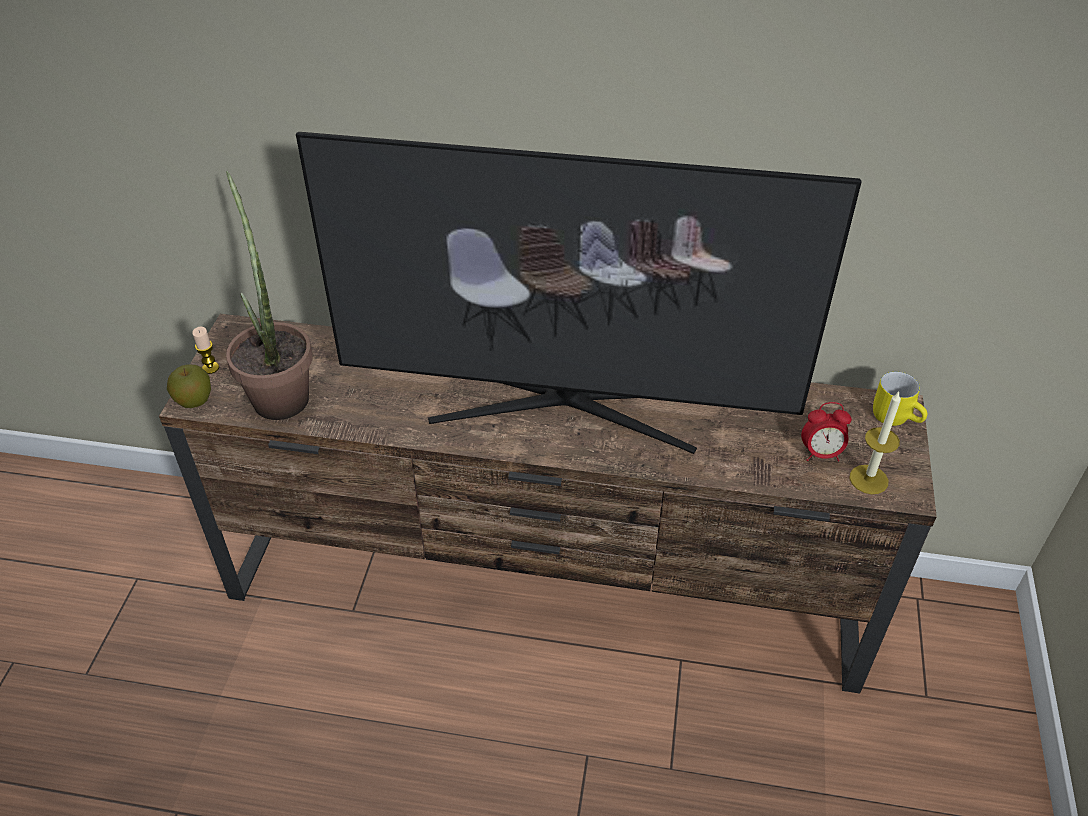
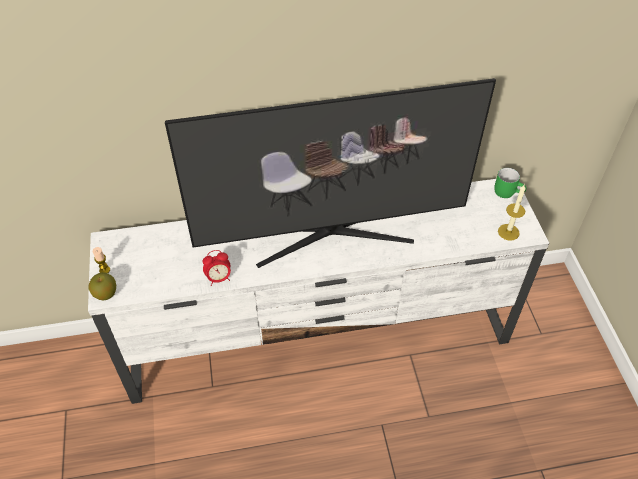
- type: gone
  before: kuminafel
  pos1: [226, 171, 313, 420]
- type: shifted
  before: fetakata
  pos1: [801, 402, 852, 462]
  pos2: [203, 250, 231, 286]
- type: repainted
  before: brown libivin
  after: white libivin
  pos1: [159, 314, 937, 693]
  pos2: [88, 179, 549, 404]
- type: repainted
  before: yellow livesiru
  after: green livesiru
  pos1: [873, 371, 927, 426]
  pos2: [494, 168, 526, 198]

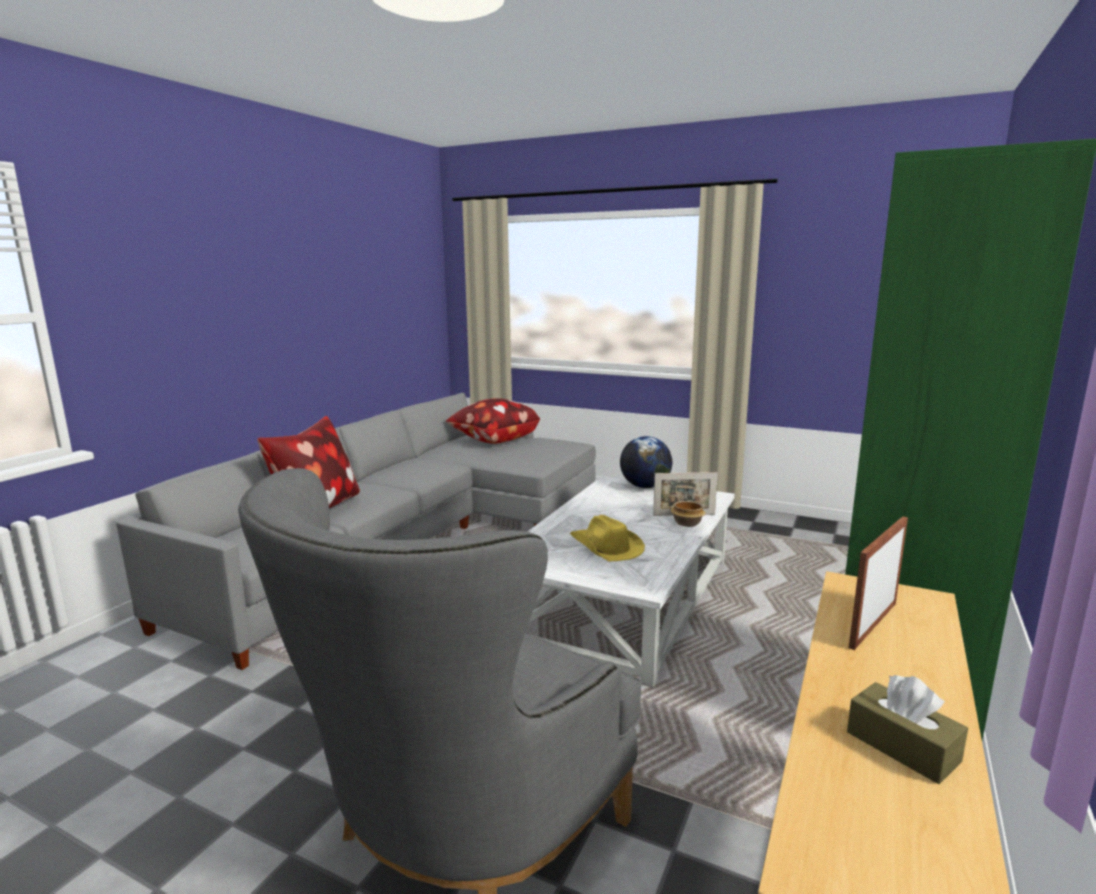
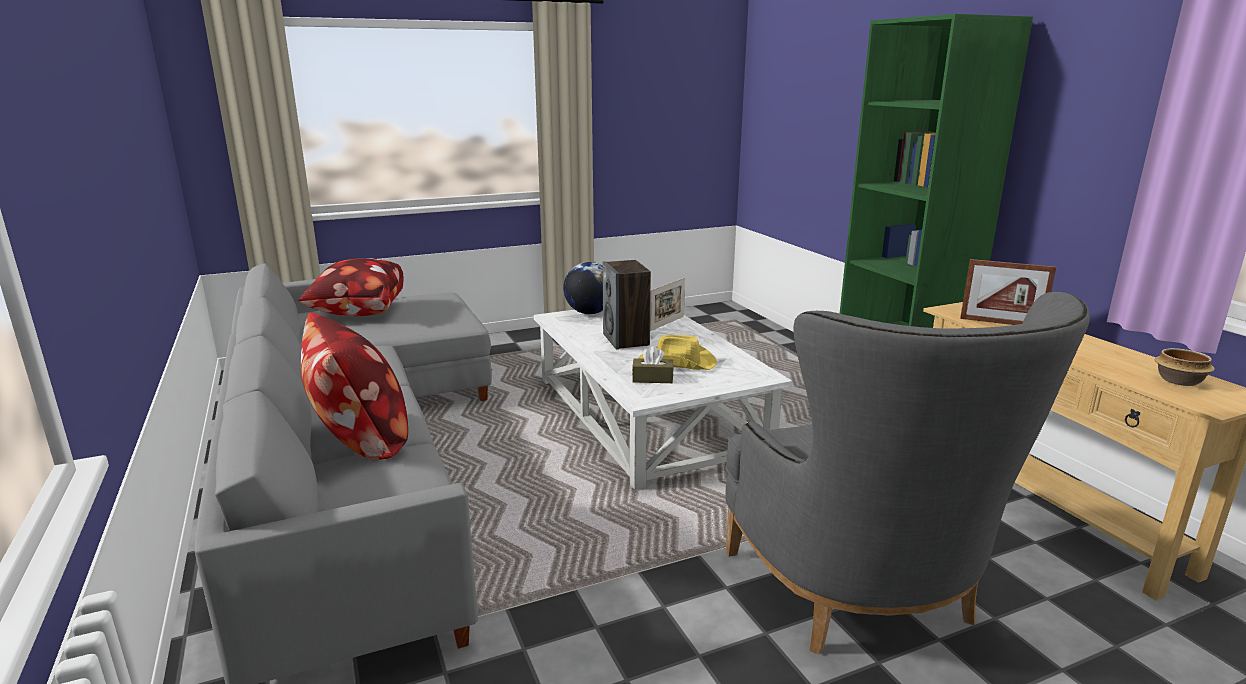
- type: new
  after: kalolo
  pos2: [602, 260, 651, 350]
- type: shifted
  before: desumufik
  pos1: [671, 501, 705, 527]
  pos2: [1154, 348, 1215, 386]
- type: shifted
  before: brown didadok
  pos1: [847, 675, 968, 784]
  pos2: [632, 346, 674, 383]
- type: rotated
  before: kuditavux
  pos1: [849, 516, 908, 650]
  pos2: [960, 259, 1056, 325]
  turn: -60

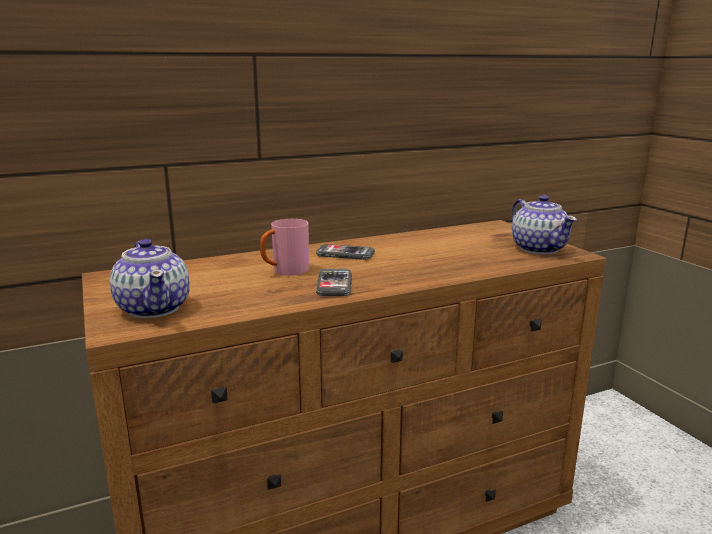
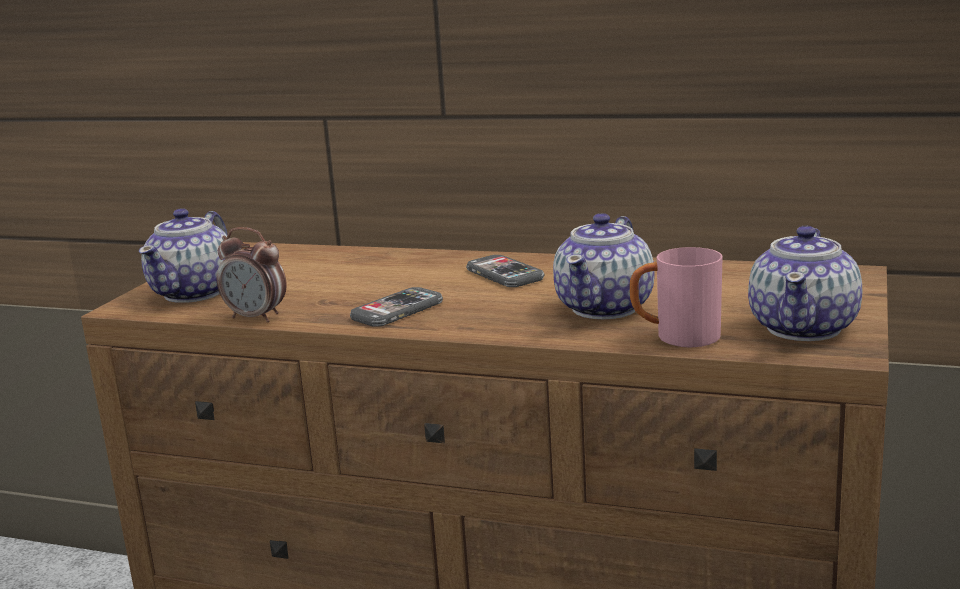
- type: new
  after: fetakata
  pos2: [217, 227, 287, 323]
- type: new
  after: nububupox
  pos2: [553, 213, 655, 319]
- type: shifted
  before: pink livesiru
  pos1: [260, 219, 309, 276]
  pos2: [630, 247, 722, 347]

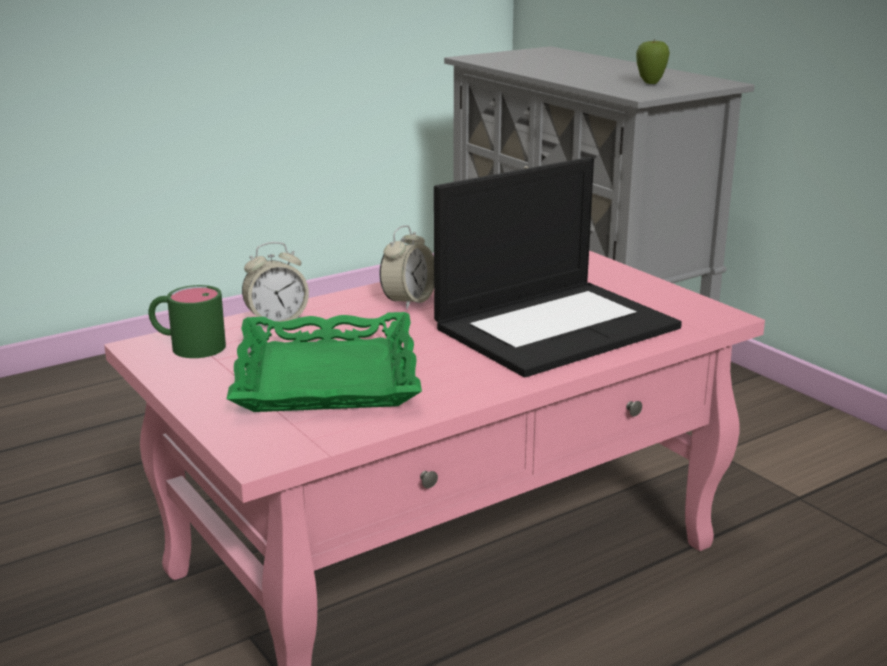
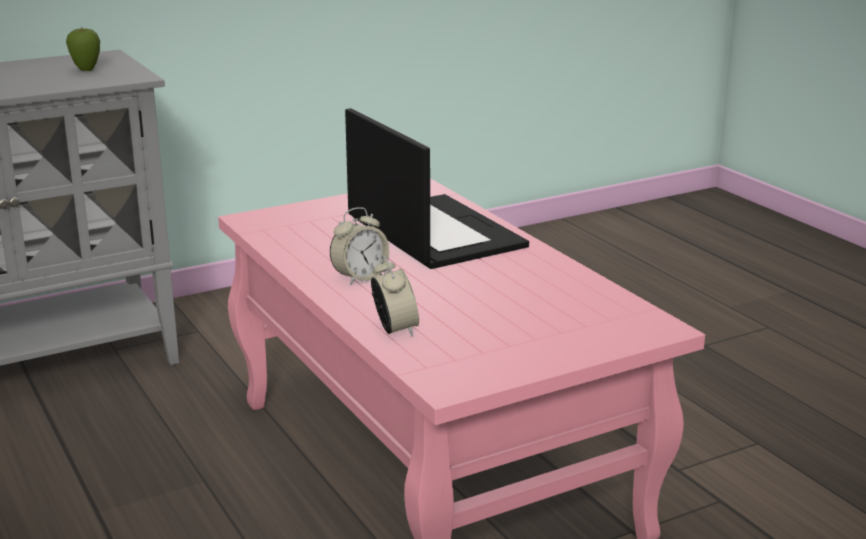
- type: gone
  before: green livesiru
  pos1: [149, 285, 226, 358]
- type: gone
  before: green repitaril
  pos1: [227, 312, 422, 412]
- type: rotated
  before: fetakata
  pos1: [380, 225, 434, 310]
  pos2: [330, 207, 389, 285]
  turn: 105

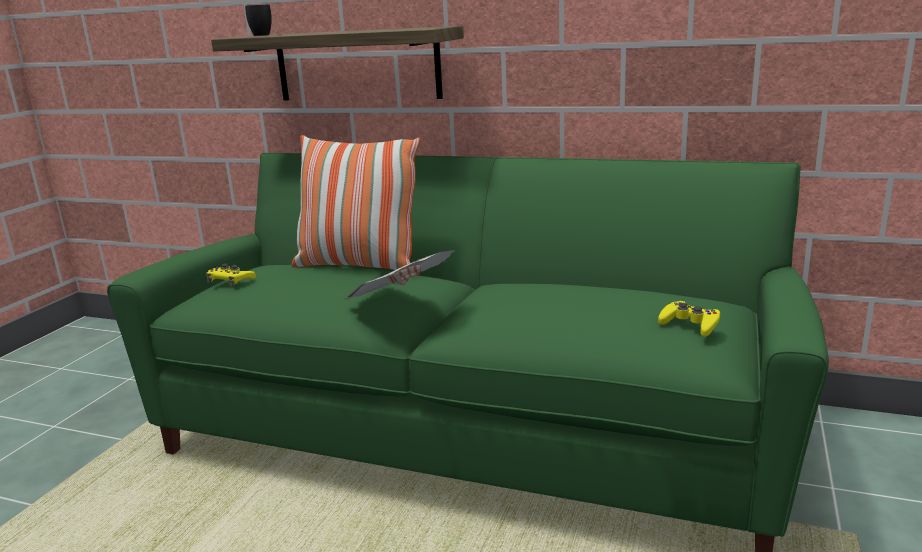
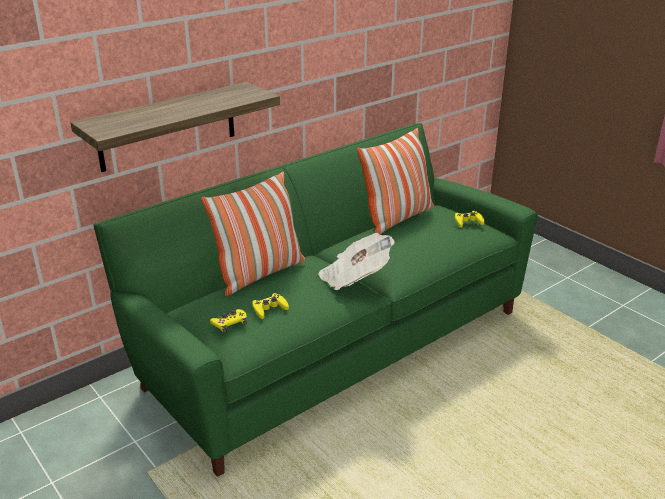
- type: gone
  before: livesiru
  pos1: [245, 4, 272, 36]
- type: new
  after: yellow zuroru
  pos2: [252, 293, 289, 319]
- type: new
  after: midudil
  pos2: [357, 128, 434, 234]

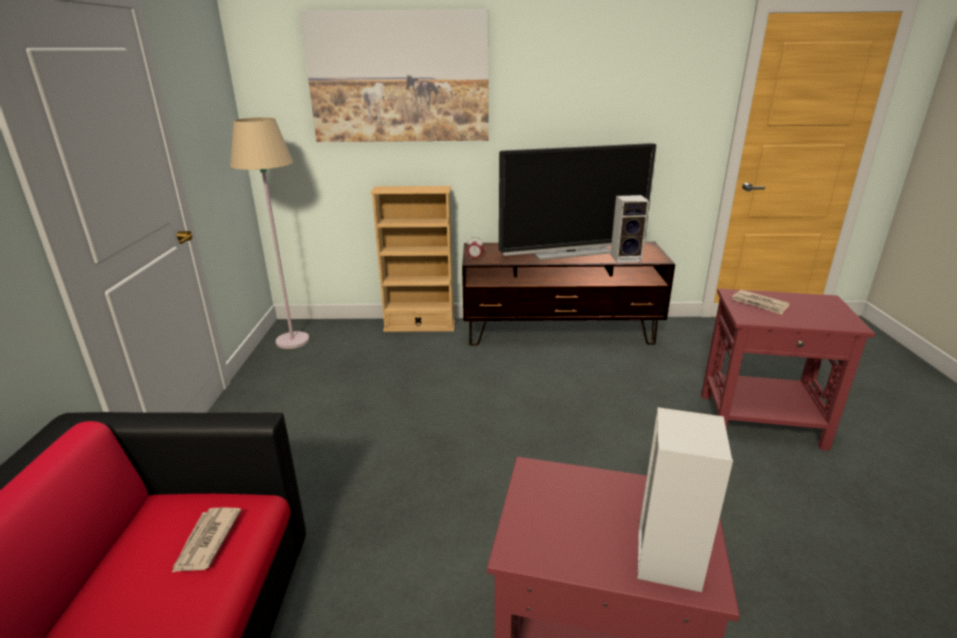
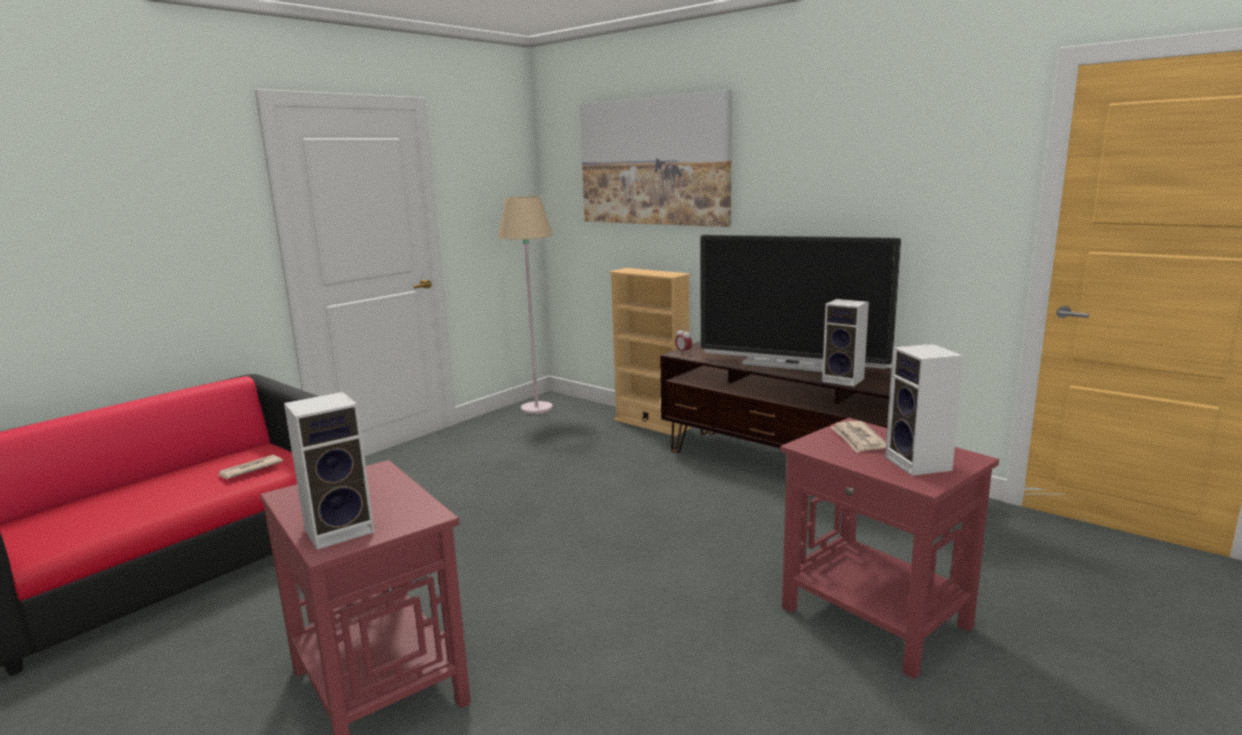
- type: new
  after: kalolo
  pos2: [885, 344, 964, 476]

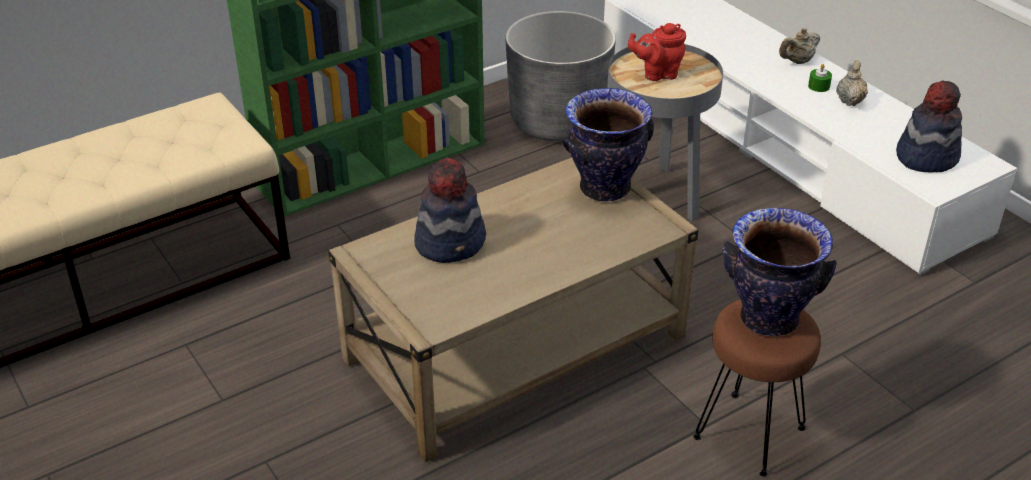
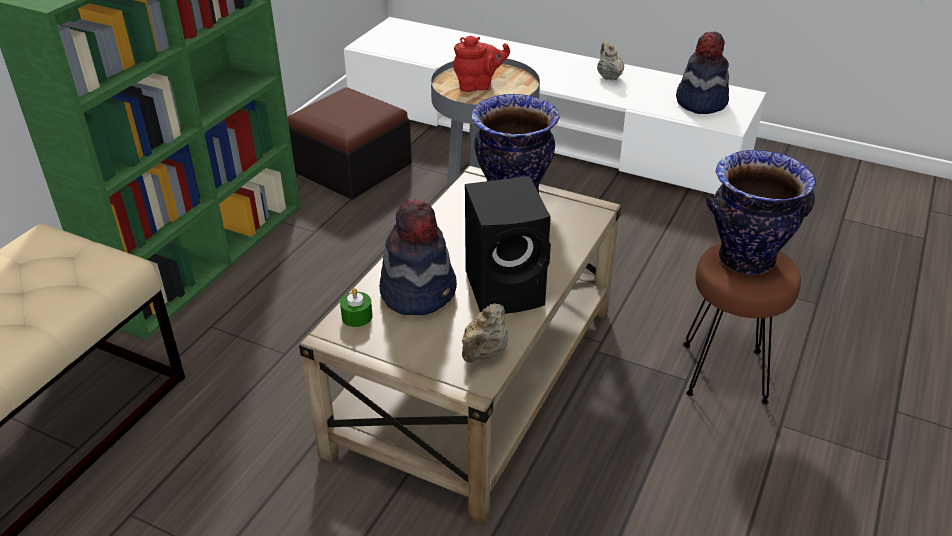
- type: new
  after: black kalolo
  pos2: [465, 176, 551, 314]
- type: shifted
  before: beige nububupox
  pos1: [779, 28, 820, 64]
  pos2: [462, 303, 508, 363]
- type: shifted
  before: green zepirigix
  pos1: [808, 64, 832, 92]
  pos2: [340, 288, 373, 327]
- type: swapped
  before: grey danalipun
  after: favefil
  pos1: [505, 11, 616, 142]
  pos2: [287, 87, 412, 200]
- type: rotated
  before: red nububupox
  pos1: [628, 23, 686, 81]
  pos2: [453, 36, 510, 92]
  turn: -150

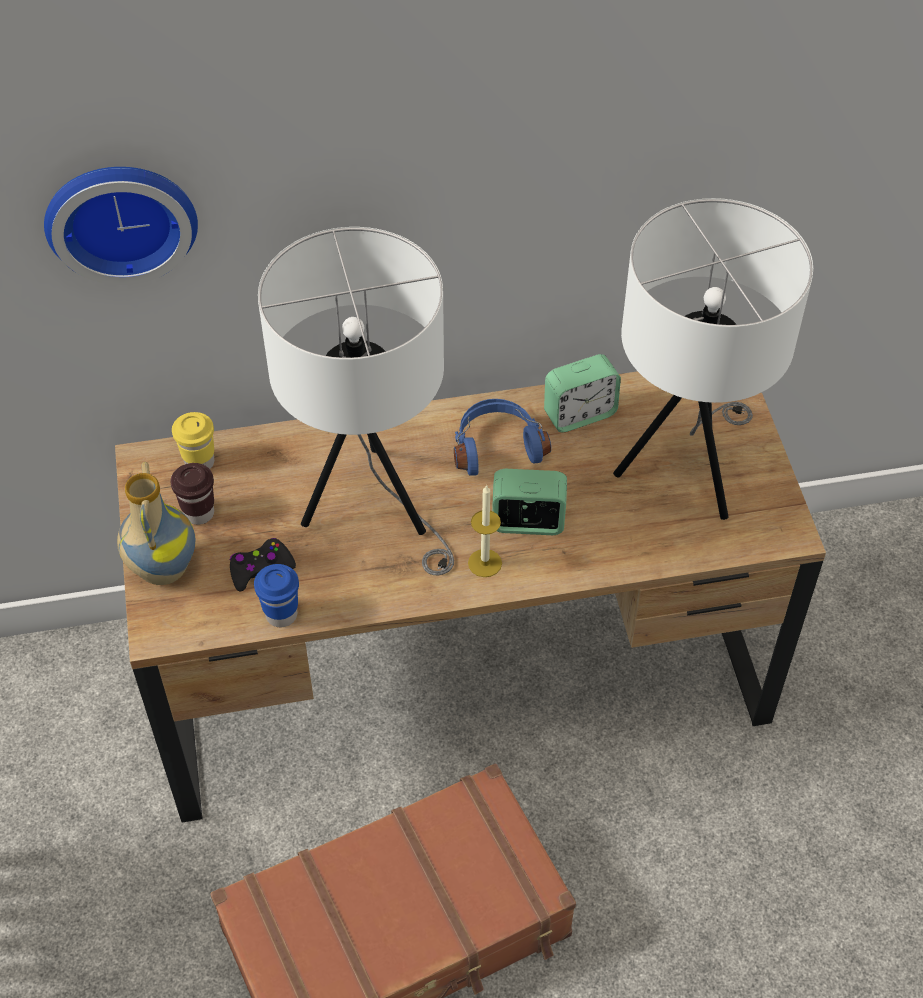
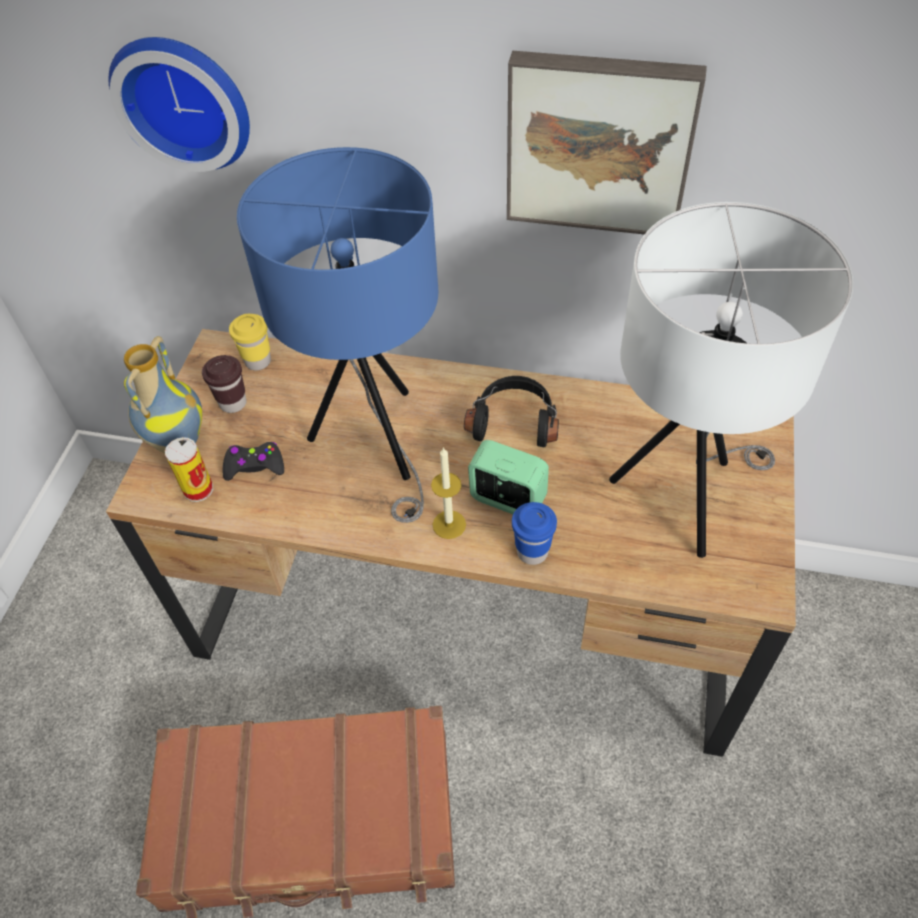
- type: gone
  before: fetakata
  pos1: [544, 354, 621, 432]
- type: new
  after: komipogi
  pos2: [165, 437, 213, 502]
- type: new
  after: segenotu
  pos2: [507, 51, 707, 235]
- type: shifted
  before: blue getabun
  pos1: [254, 564, 299, 627]
  pos2: [512, 502, 557, 565]
- type: repainted
  before: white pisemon
  after: blue pisemon
  pos1: [258, 227, 454, 575]
  pos2: [237, 147, 438, 523]
- type: repainted
  before: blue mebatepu
  after: black mebatepu
  pos1: [454, 399, 551, 476]
  pos2: [464, 376, 559, 447]

